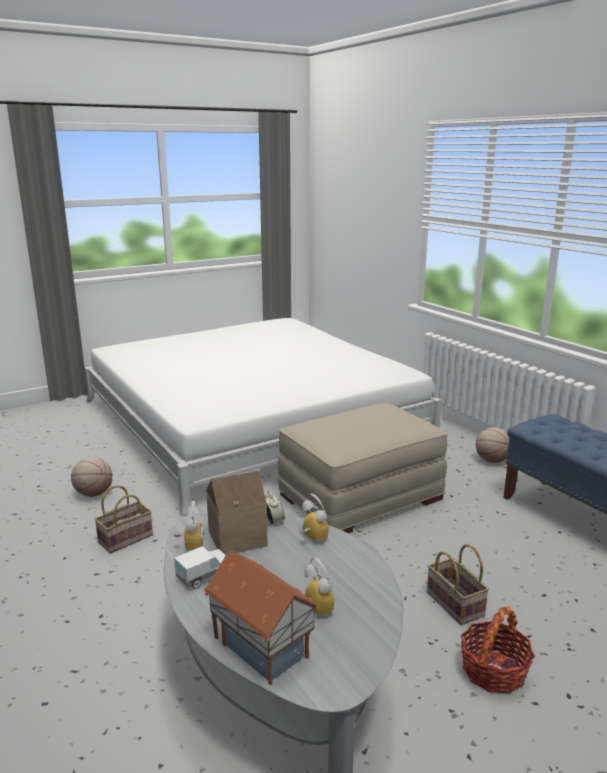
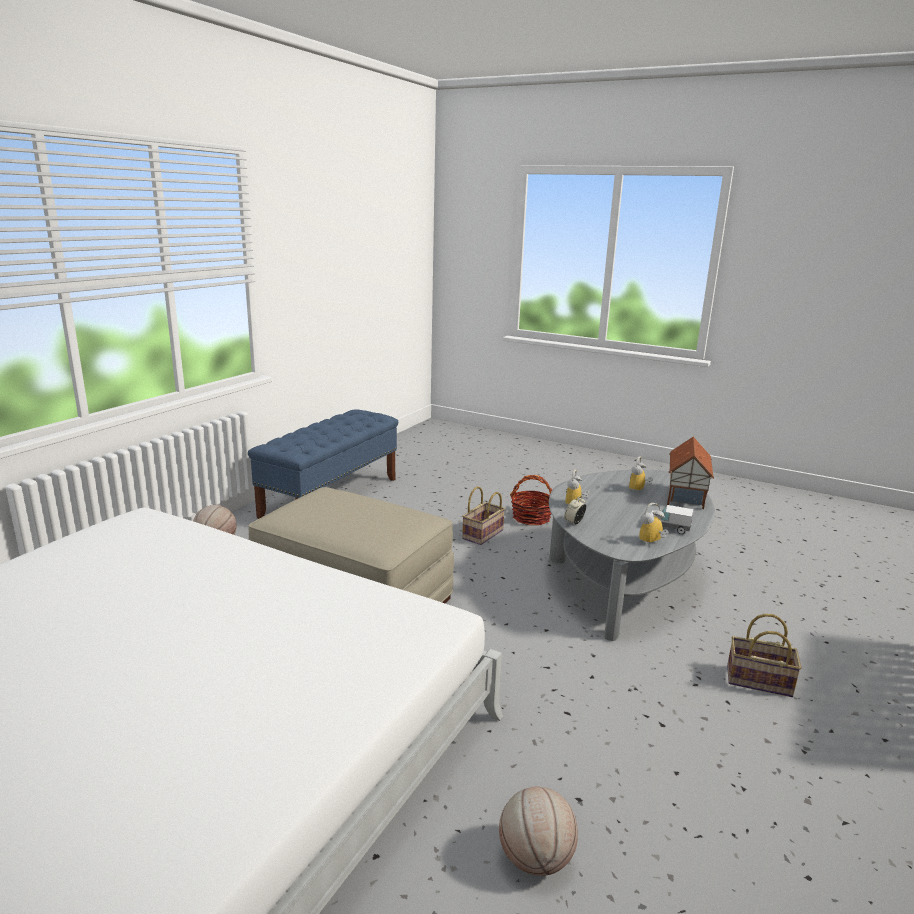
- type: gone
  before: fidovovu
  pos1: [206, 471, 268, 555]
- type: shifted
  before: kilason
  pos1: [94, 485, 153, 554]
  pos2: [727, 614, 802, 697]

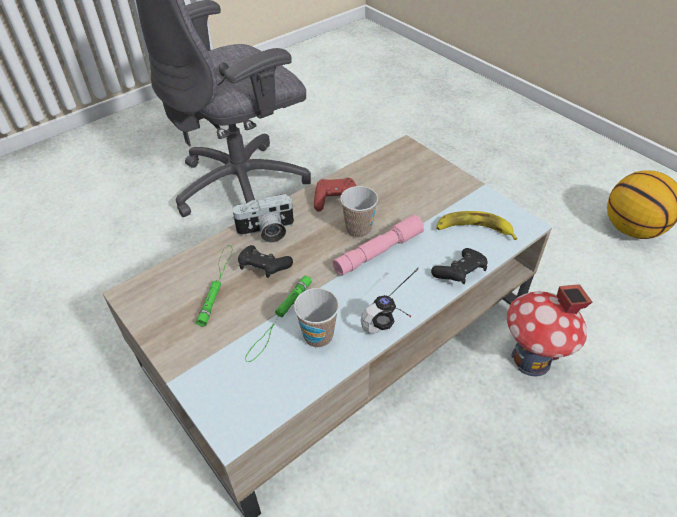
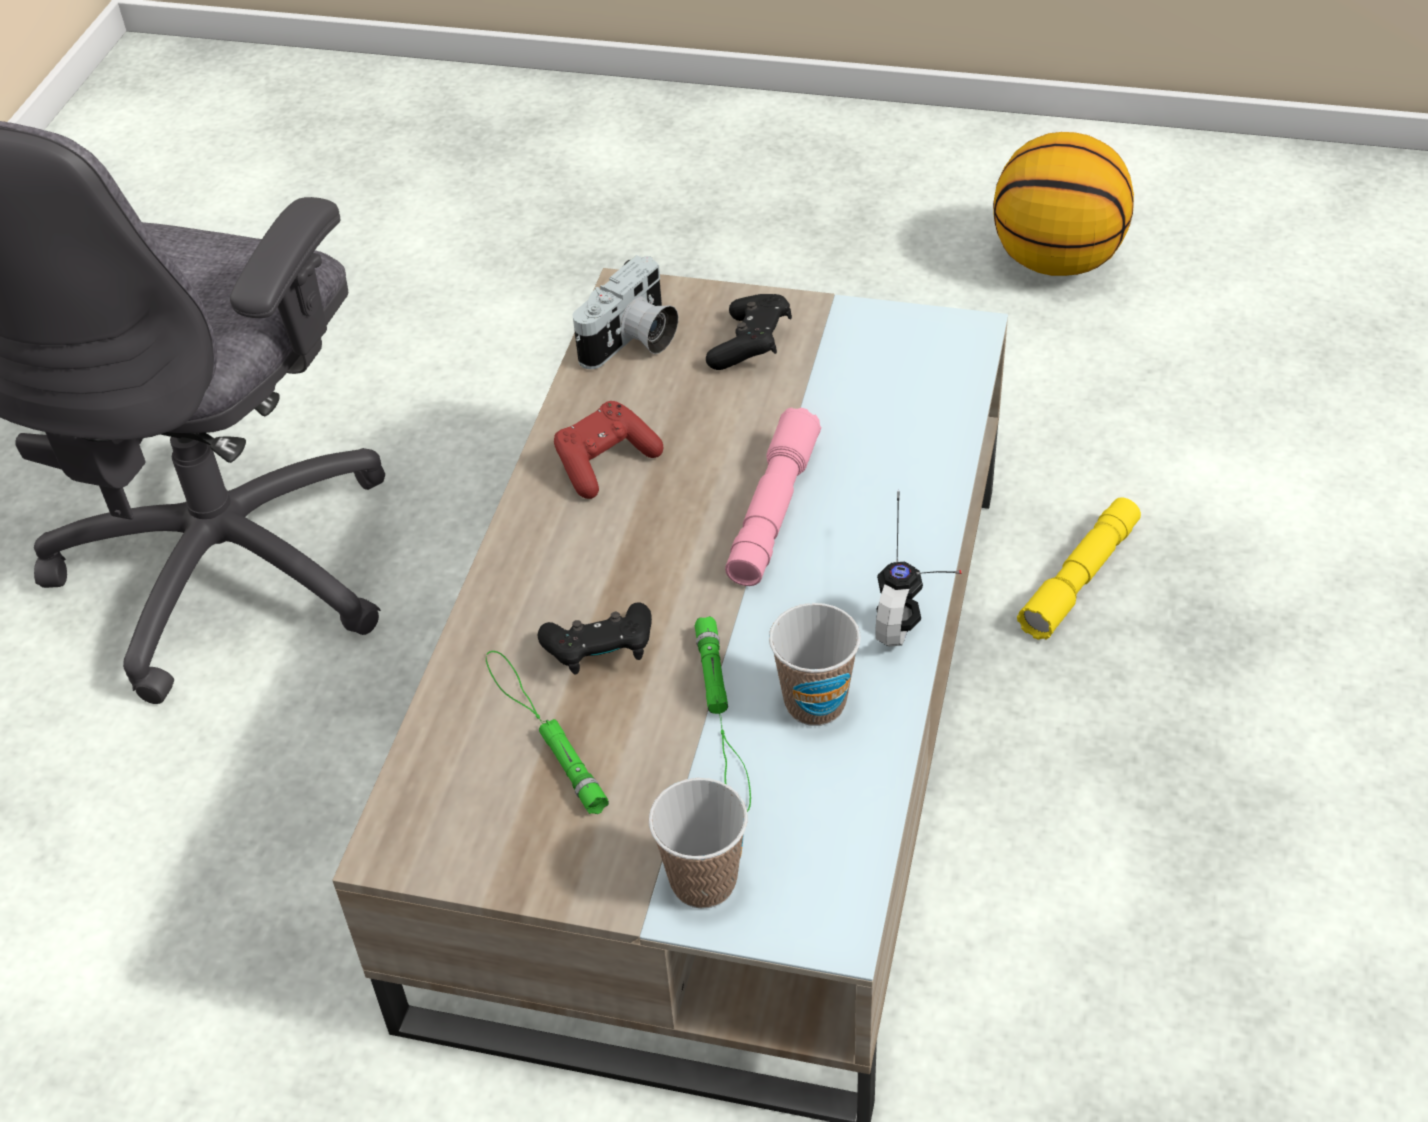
- type: gone
  before: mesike
  pos1: [436, 211, 518, 240]
- type: shifted
  before: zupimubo
  pos1: [232, 194, 294, 243]
  pos2: [573, 255, 678, 369]
- type: shifted
  before: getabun
  pos1: [340, 186, 378, 238]
  pos2: [649, 778, 748, 909]
- type: shifted
  before: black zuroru
  pos1: [431, 248, 487, 284]
  pos2: [706, 294, 792, 370]
- type: swapped
  before: fidovovu
  after: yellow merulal
  pos1: [507, 284, 592, 376]
  pos2: [1017, 497, 1141, 640]

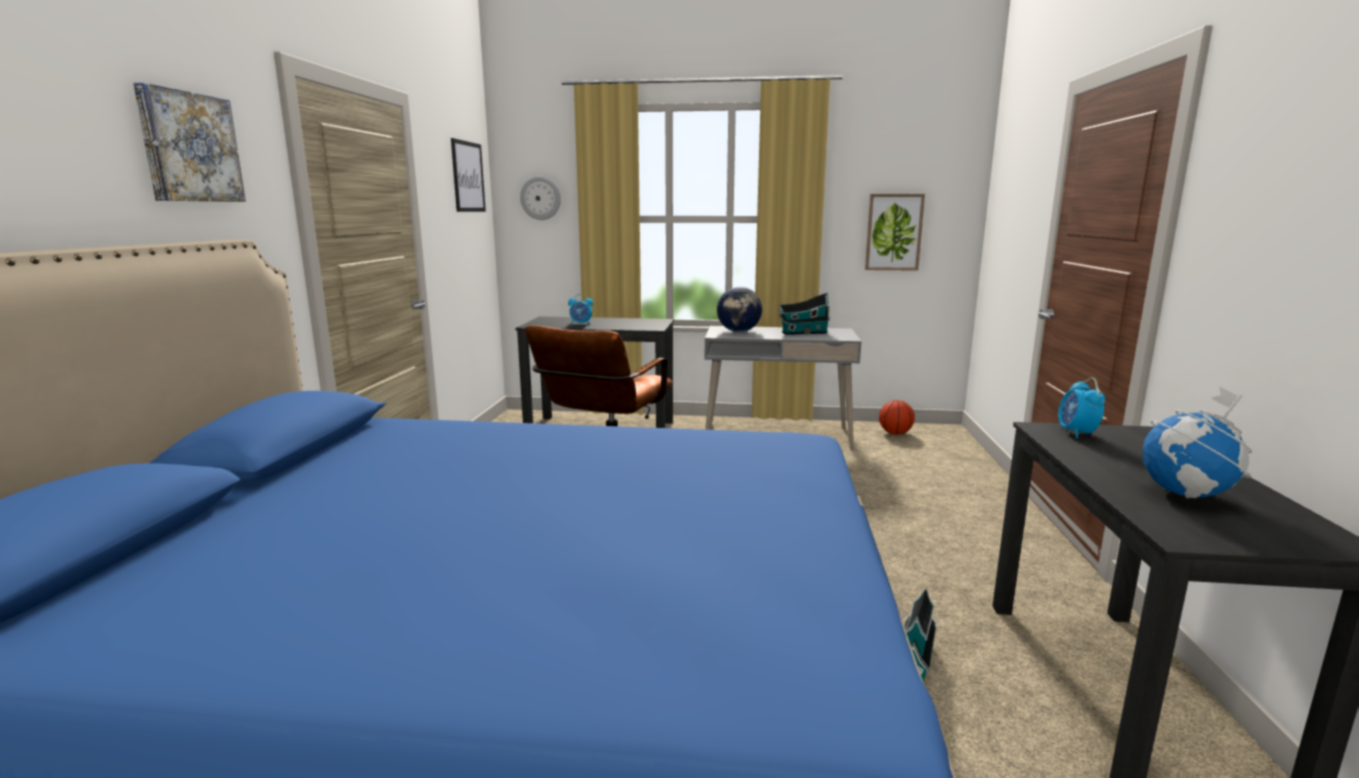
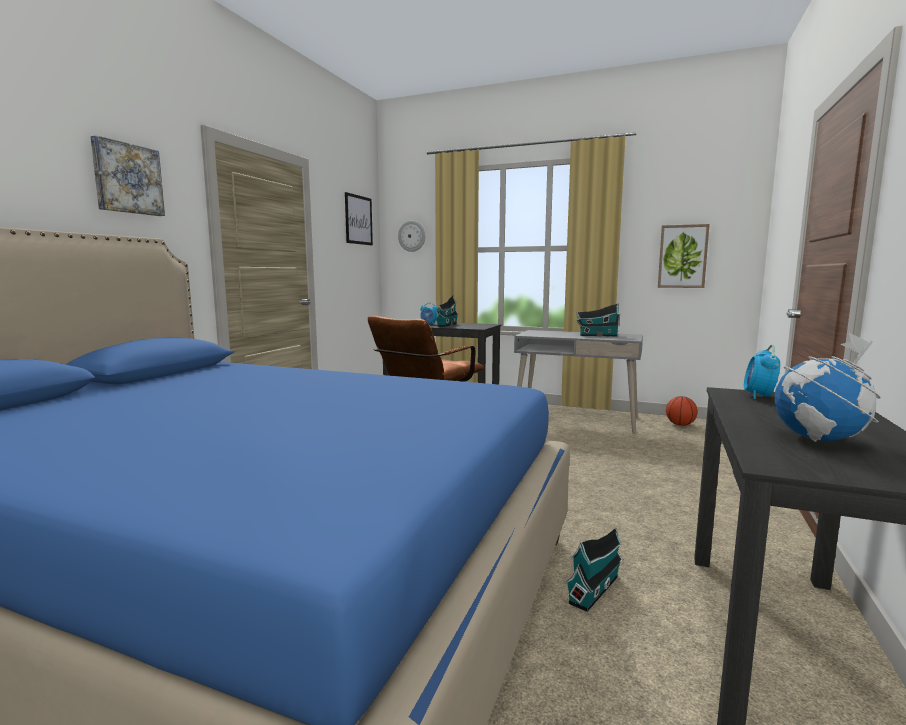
- type: gone
  before: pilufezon
  pos1: [717, 287, 762, 332]
- type: new
  after: fidovovu
  pos2: [435, 296, 459, 327]

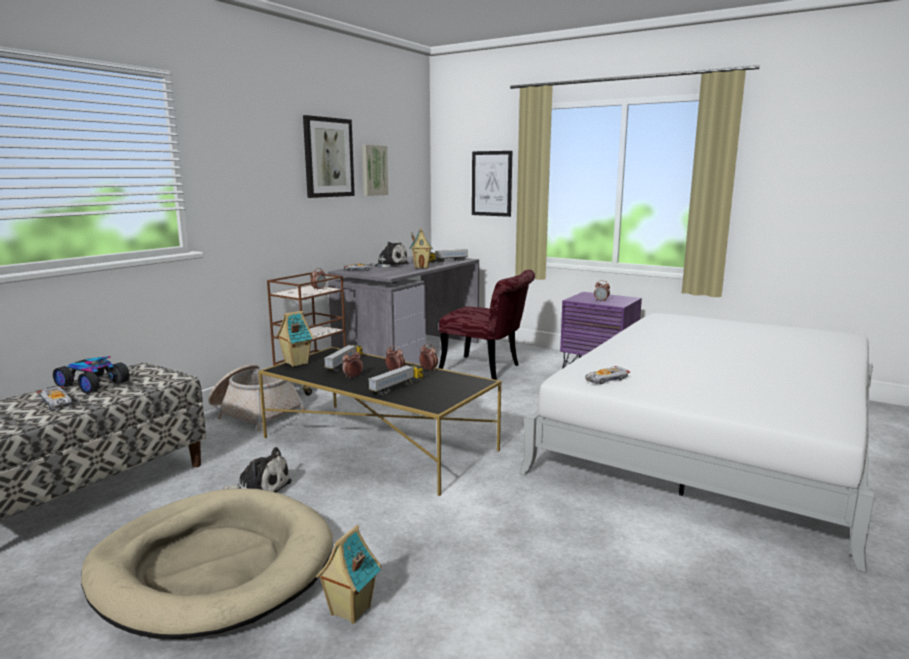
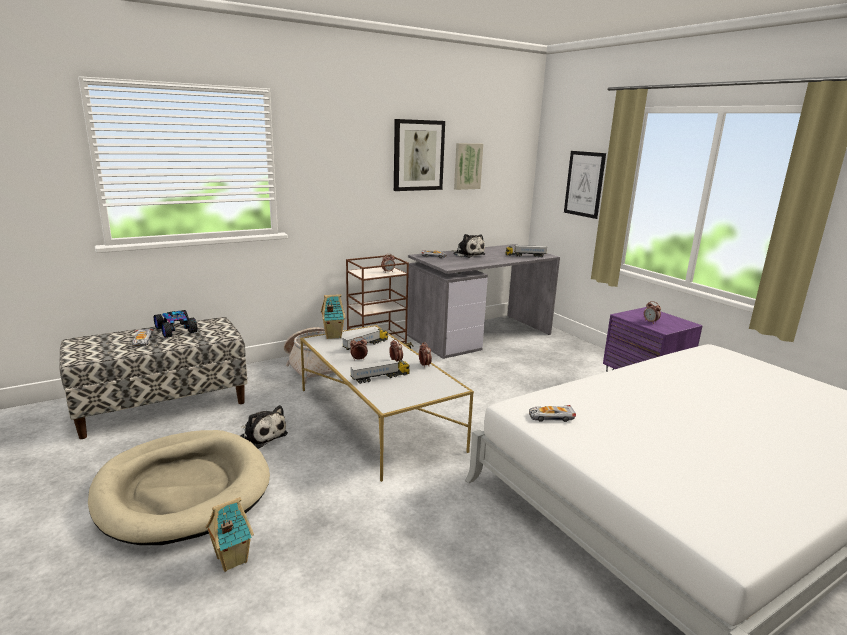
- type: gone
  before: fidovovu
  pos1: [410, 228, 433, 269]
- type: gone
  before: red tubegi
  pos1: [438, 270, 535, 380]
- type: repainted
  before: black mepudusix
  after: white mepudusix
  pos1: [258, 347, 502, 496]
  pos2: [300, 325, 474, 482]

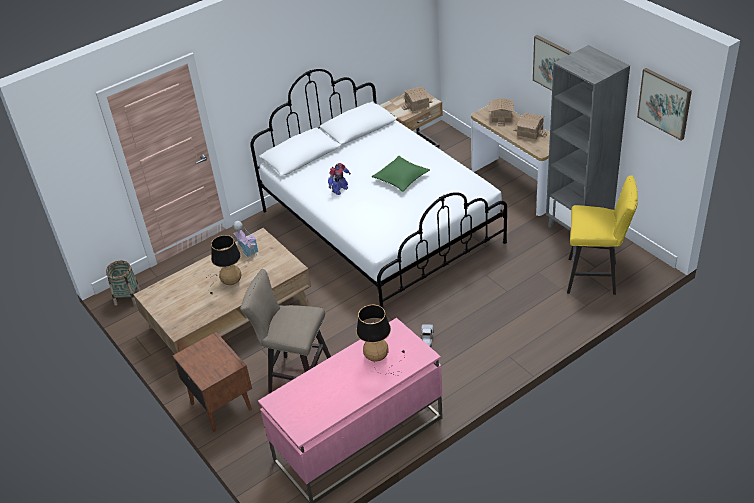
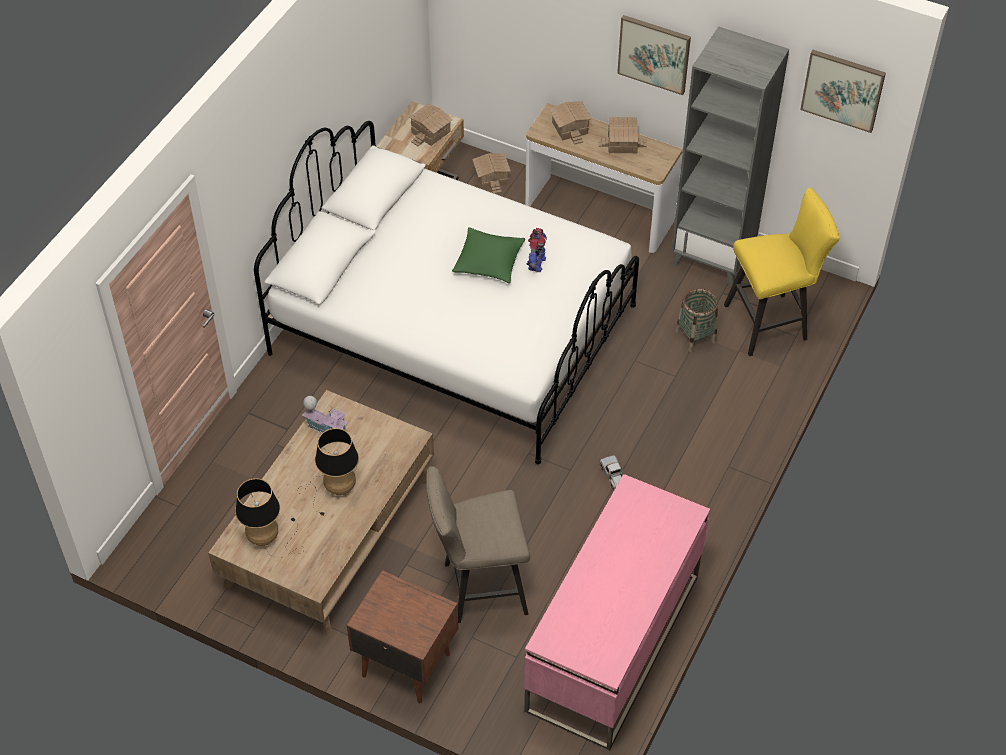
- type: new
  after: fidovovu
  pos2: [472, 153, 511, 194]
- type: shifted
  before: kilason
  pos1: [106, 261, 141, 306]
  pos2: [675, 288, 718, 352]
- type: shifted
  before: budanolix
  pos1: [328, 163, 351, 195]
  pos2: [527, 228, 547, 272]
- type: shifted
  before: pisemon
  pos1: [356, 305, 405, 376]
  pos2: [235, 478, 304, 558]

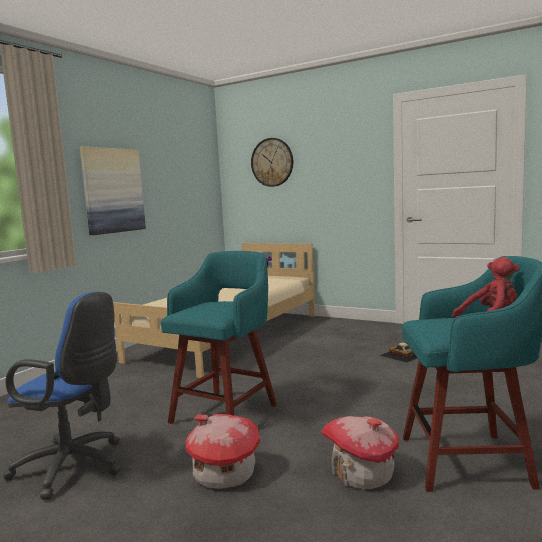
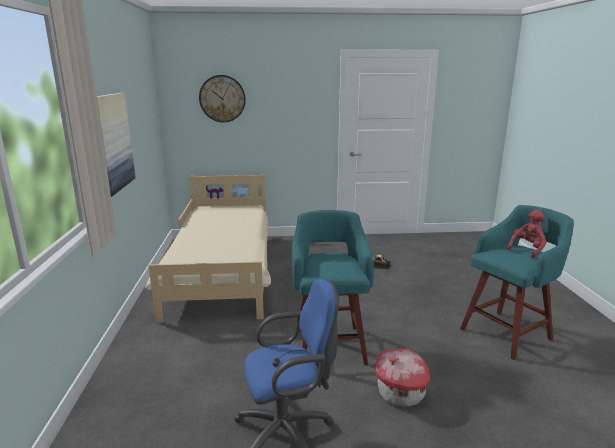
- type: gone
  before: fidovovu
  pos1: [321, 416, 399, 489]

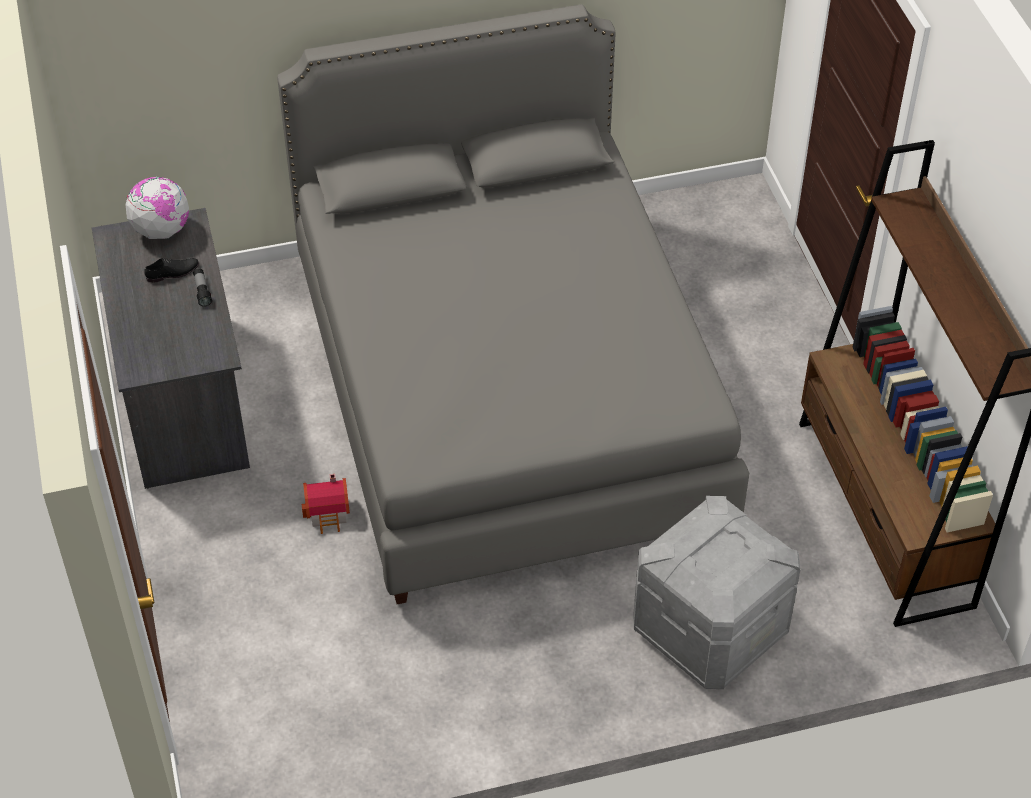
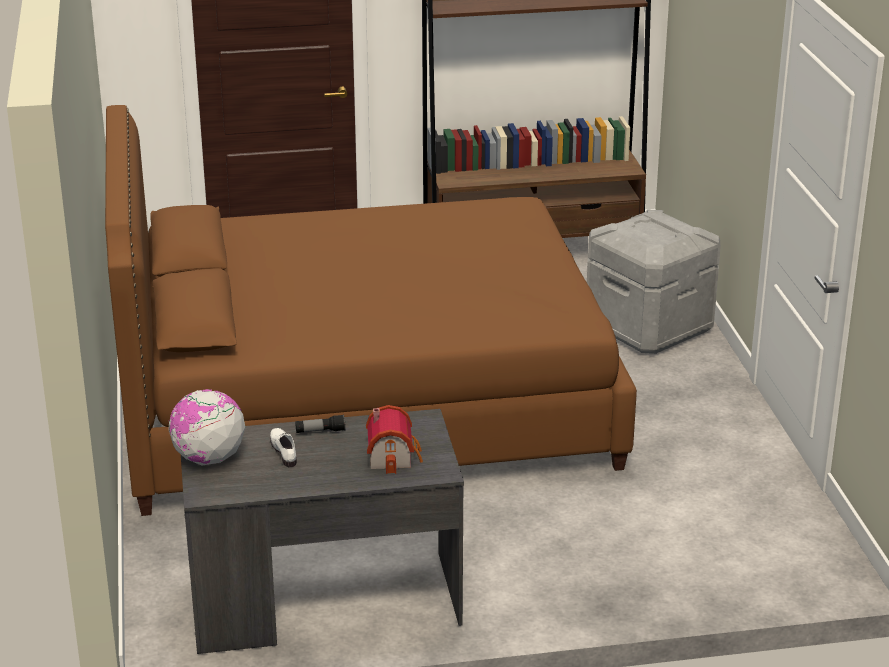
- type: shifted
  before: fidovovu
  pos1: [302, 474, 350, 534]
  pos2: [366, 405, 423, 474]
- type: repainted
  before: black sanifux
  after: white sanifux
  pos1: [144, 258, 199, 283]
  pos2: [270, 428, 297, 467]
- type: repainted
  before: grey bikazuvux
  after: brown bikazuvux
  pos1: [277, 4, 749, 604]
  pos2: [105, 105, 637, 516]

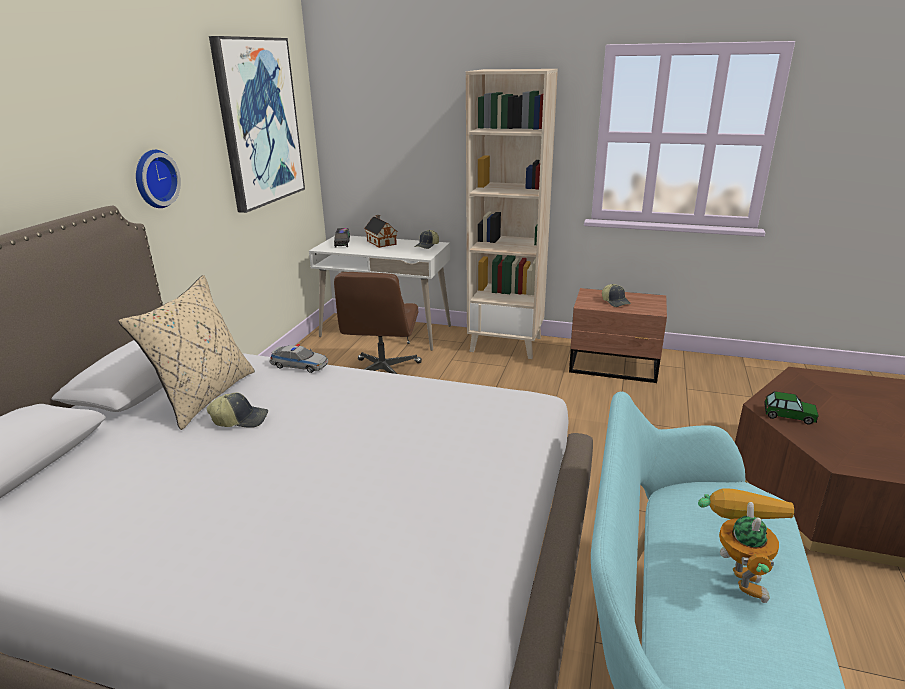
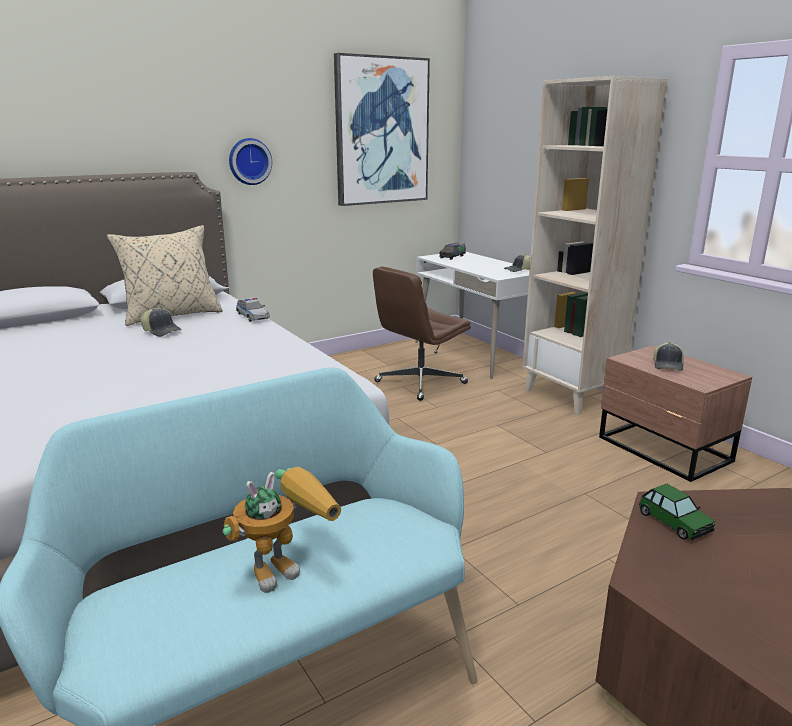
- type: gone
  before: fidovovu
  pos1: [364, 215, 397, 248]

